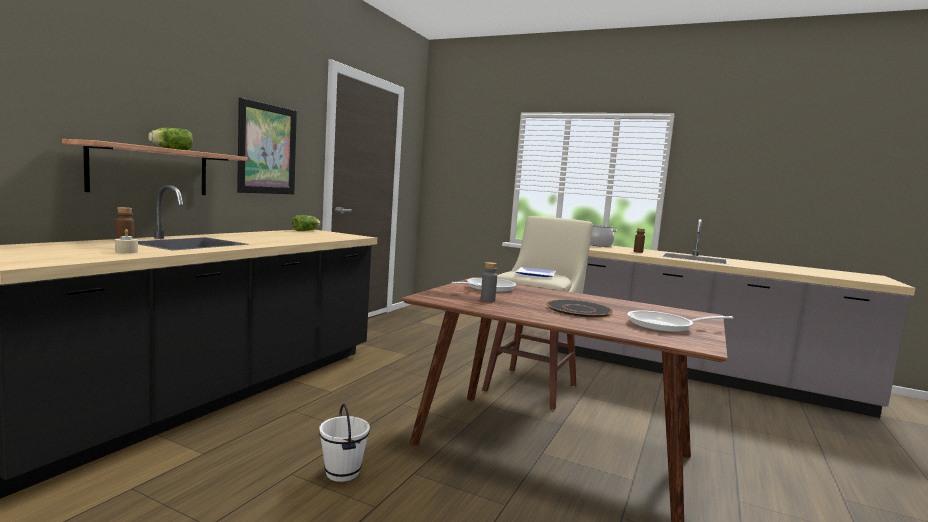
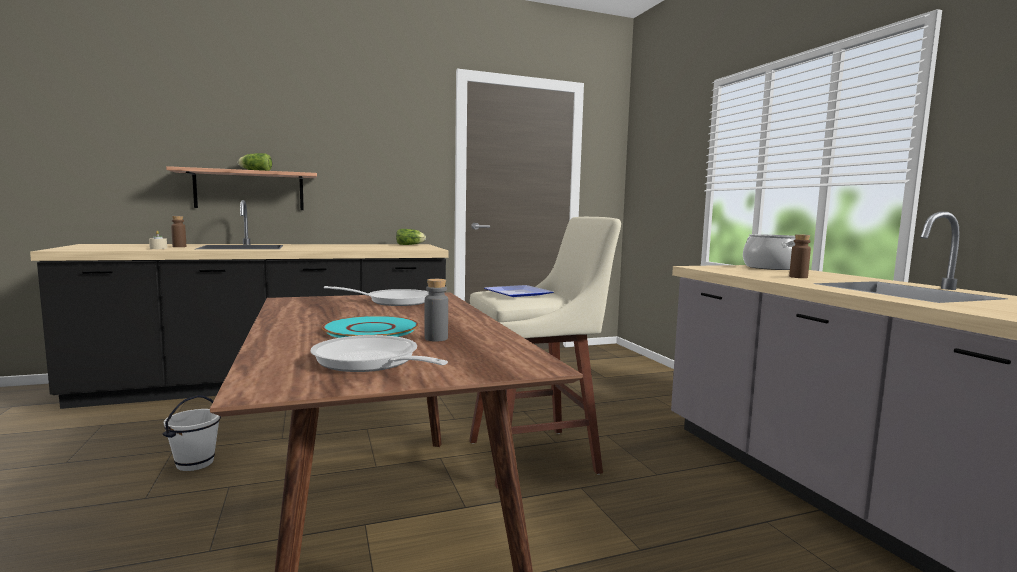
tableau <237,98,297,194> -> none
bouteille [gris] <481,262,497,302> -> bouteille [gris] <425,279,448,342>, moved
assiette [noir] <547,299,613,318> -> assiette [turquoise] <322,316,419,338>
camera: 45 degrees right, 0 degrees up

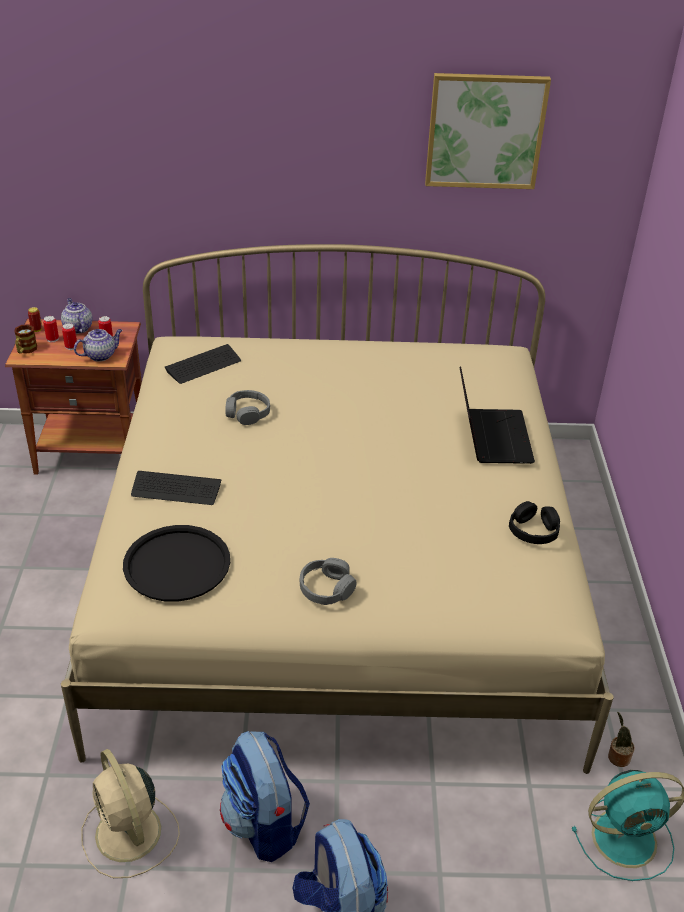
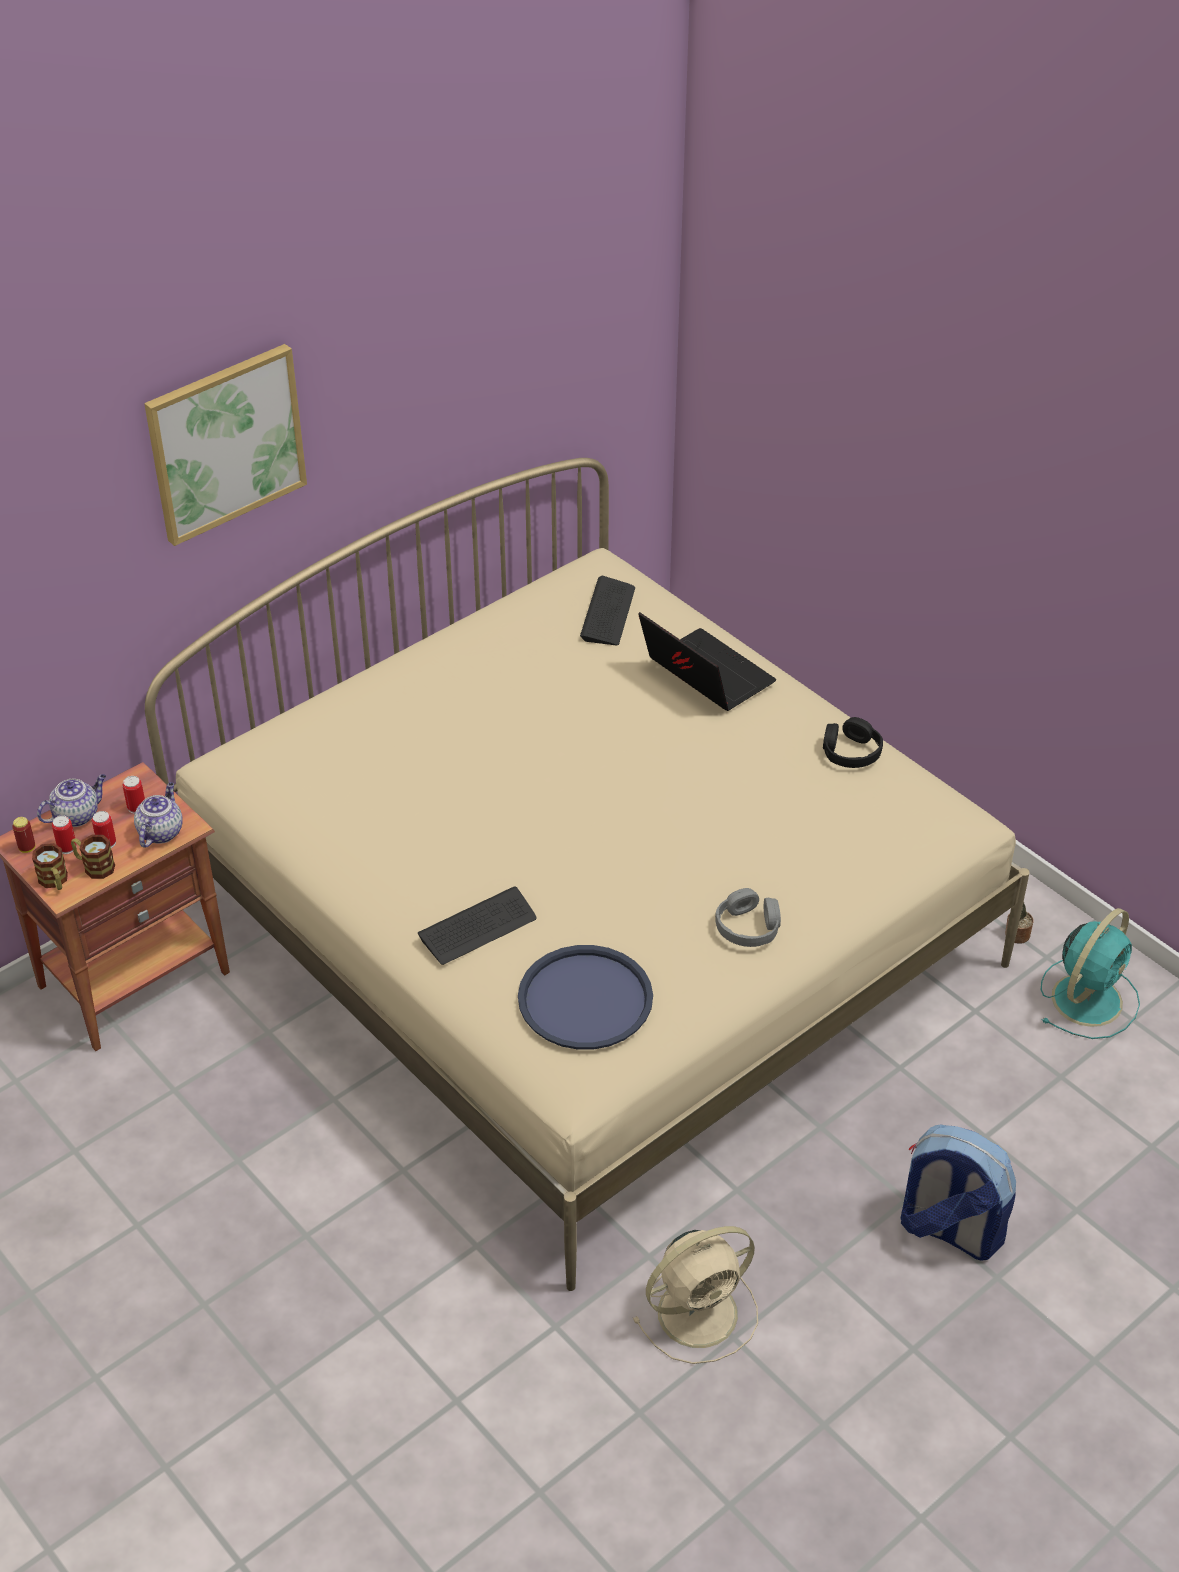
théière <61,298,93,334> -> théière <37,774,106,827>, 120 degrees clockwise
ventilateur [beige] <81,749,180,878> -> ventilateur [beige] <633,1226,758,1364>, 45 degrees counterclockwise
plateau [noir] <123,525,230,602> -> plateau [bleu] <518,945,653,1050>
clavier <165,344,241,384> -> clavier <580,576,635,646>, moved
sac à dos <220,730,310,862> -> none
casque audio [gris] <225,390,270,425> -> none
tableau <425,73,551,189> -> tableau <144,344,307,546>, moved
none -> mug <71,835,115,879>
camera: 40 degrees left, 5 degrees up

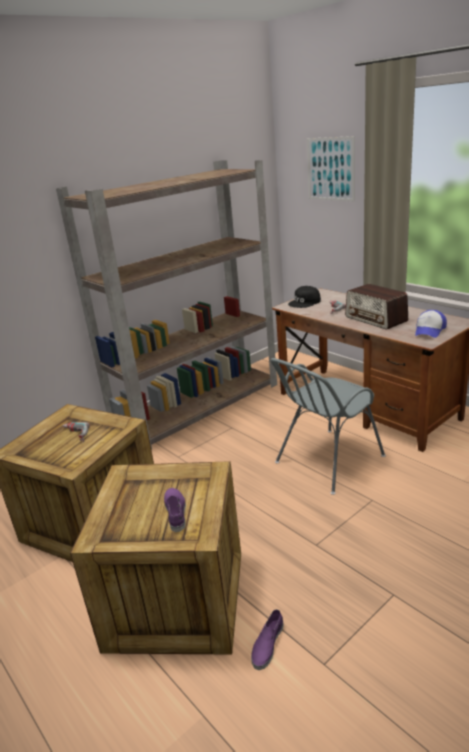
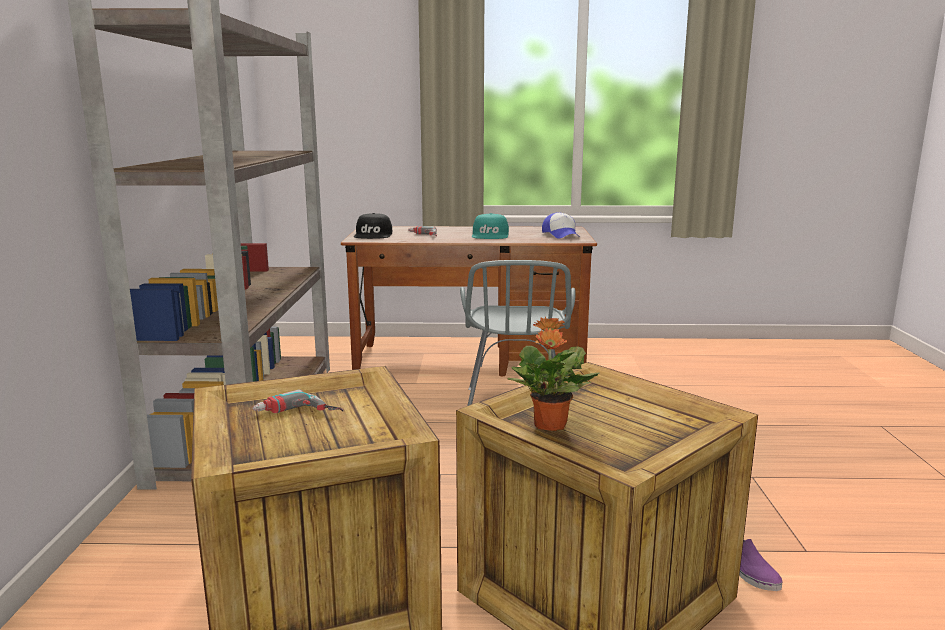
chaussure [violet] <164,488,186,532> -> none
tableau <307,136,355,201> -> none
radio <345,284,408,330> -> casquette [turquoise] <472,213,509,239>
none -> plante en pot <508,317,600,431>
camera: 50 degrees left, 10 degrees down

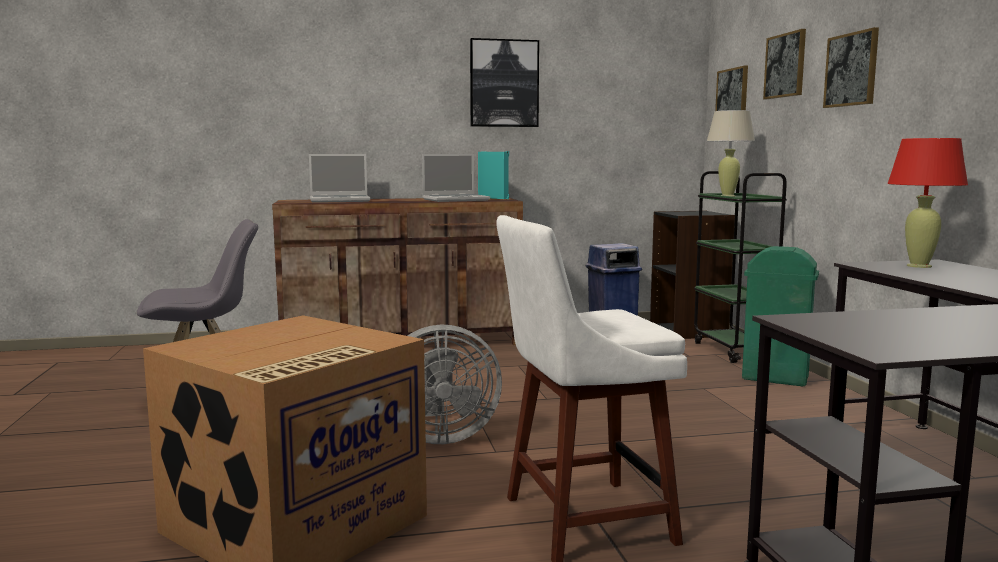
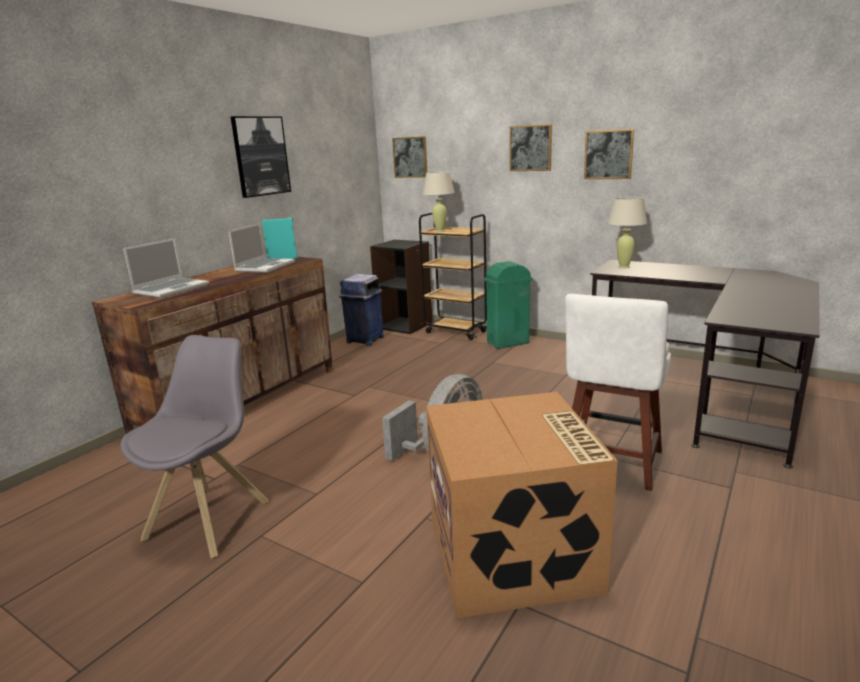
chariot [vert] <694,171,787,363> -> chariot [marron] <419,213,487,341>
tableau <763,29,806,99> -> tableau <584,129,634,179>, moved
lampe de table [rouge] <888,138,968,268> -> lampe de table [beige] <607,197,647,268>
camera: 45 degrees left, 10 degrees up

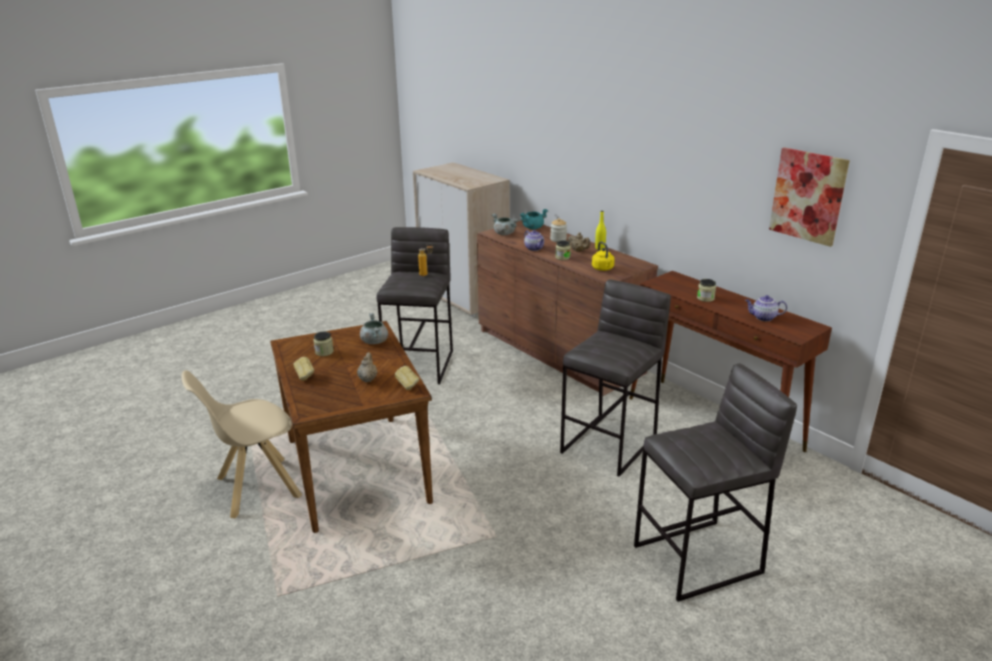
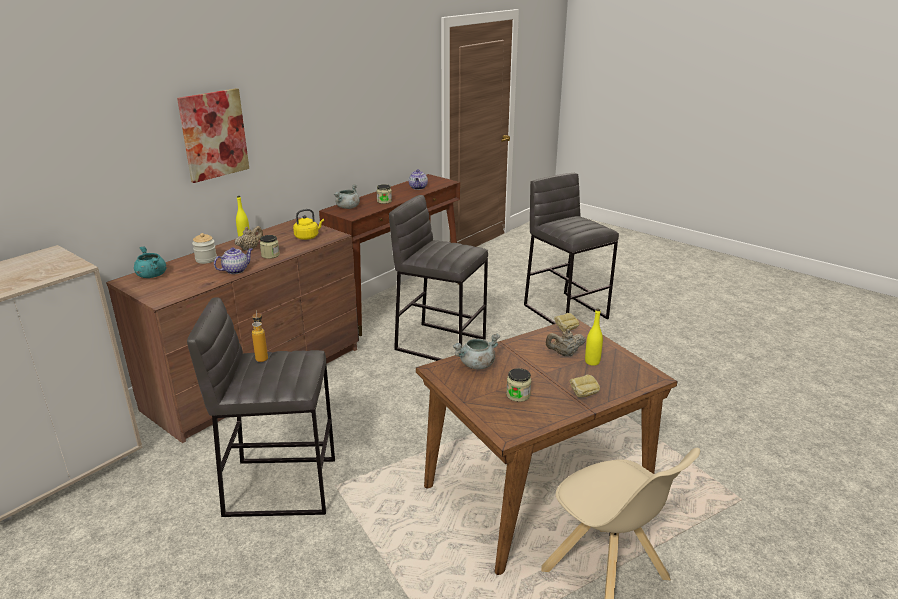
marmite [gris] <492,213,519,235> -> marmite [gris] <334,184,360,209>, moved
tableau <769,147,850,247> -> tableau <177,88,249,183>, moved
none -> bouteille [jaune] <585,309,603,366>
camera: 100 degrees left, 0 degrees up

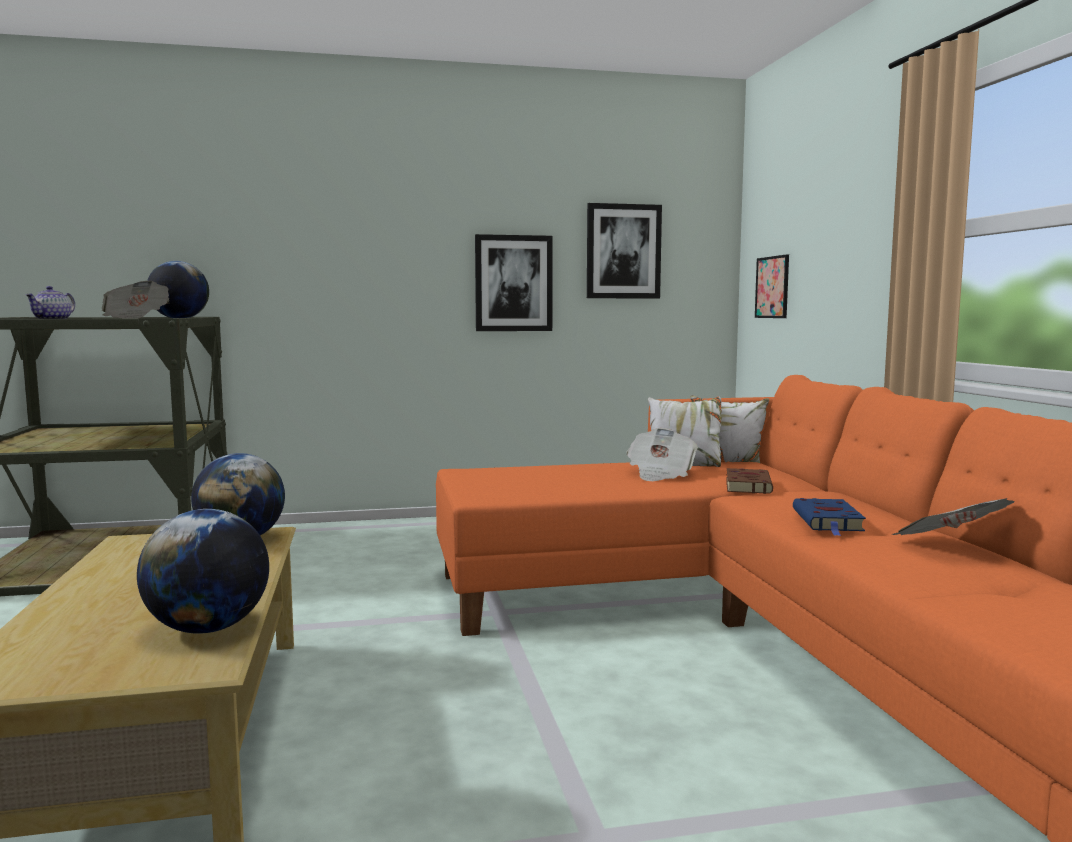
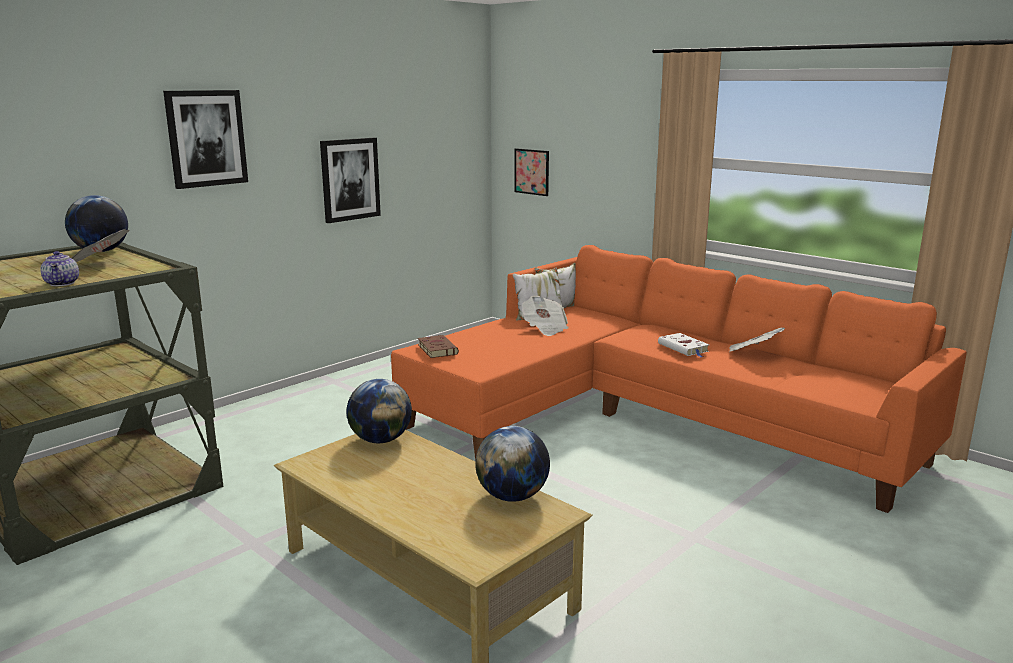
tableau <587,203,662,299> -> tableau <163,90,248,189>, moved
livre [marron] <726,468,773,494> -> livre [marron] <418,335,459,358>, moved
livre [bleu] <793,498,866,536> -> livre [blanc] <658,333,709,357>
camera: 35 degrees left, 10 degrees up

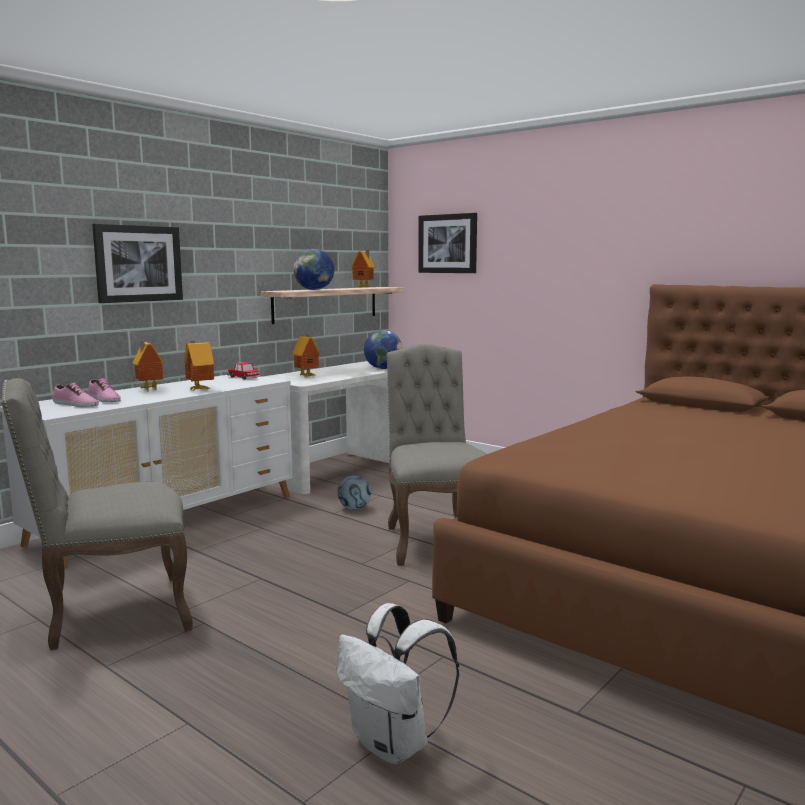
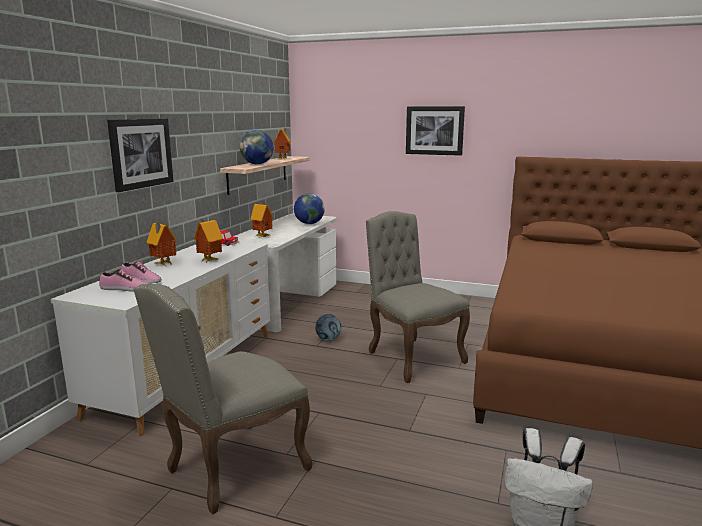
tableau <418,213,477,273> -> tableau <406,106,465,156>, moved
camera: 20 degrees left, 5 degrees up

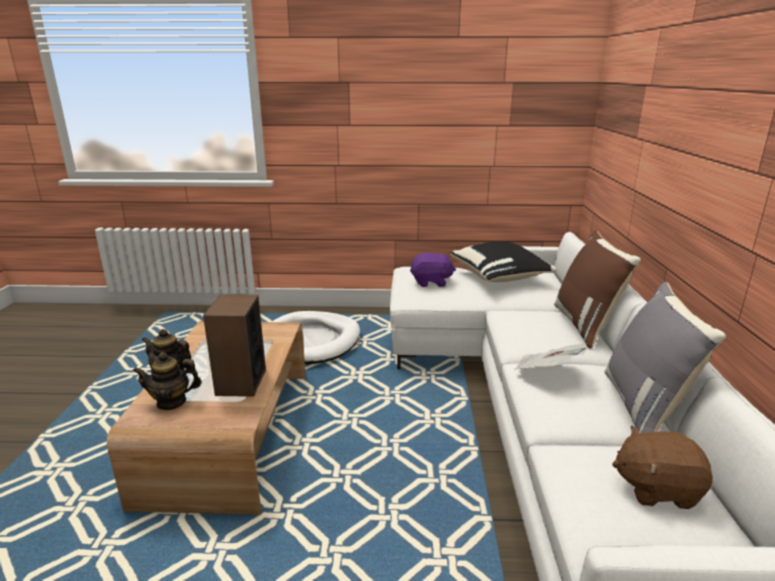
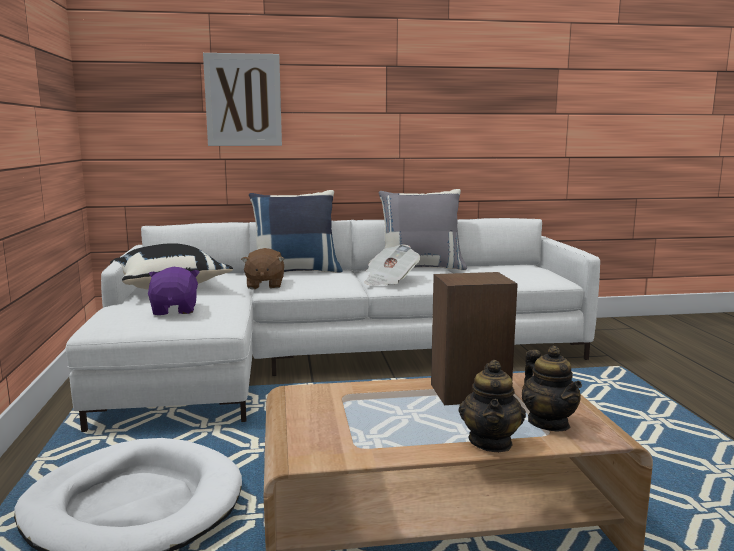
coussin [marron] <554,230,641,349> -> coussin [bleu] <249,190,343,273>
peluche [marron] <612,426,713,509> -> peluche [marron] <241,248,284,289>, moved
none -> tableau <203,53,282,146>
camera: 100 degrees left, 10 degrees down

